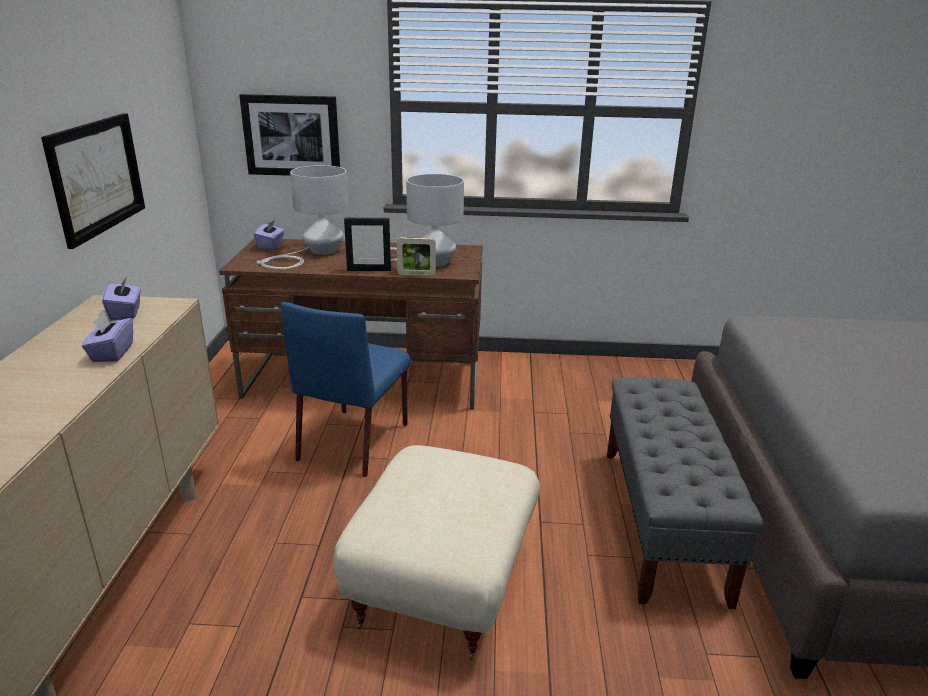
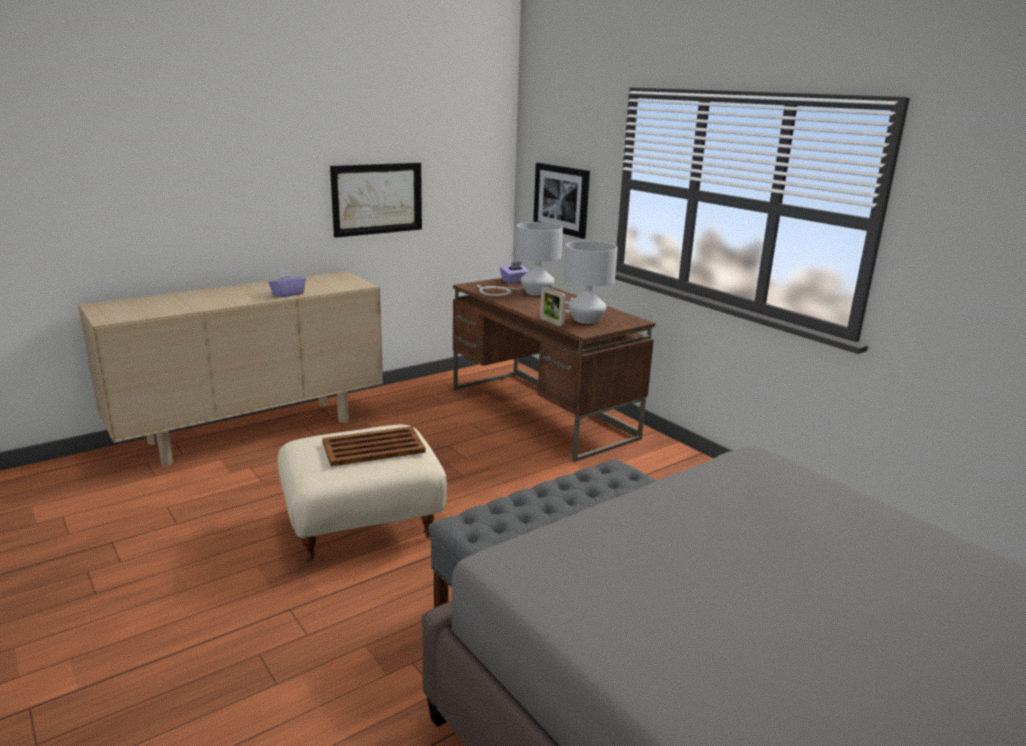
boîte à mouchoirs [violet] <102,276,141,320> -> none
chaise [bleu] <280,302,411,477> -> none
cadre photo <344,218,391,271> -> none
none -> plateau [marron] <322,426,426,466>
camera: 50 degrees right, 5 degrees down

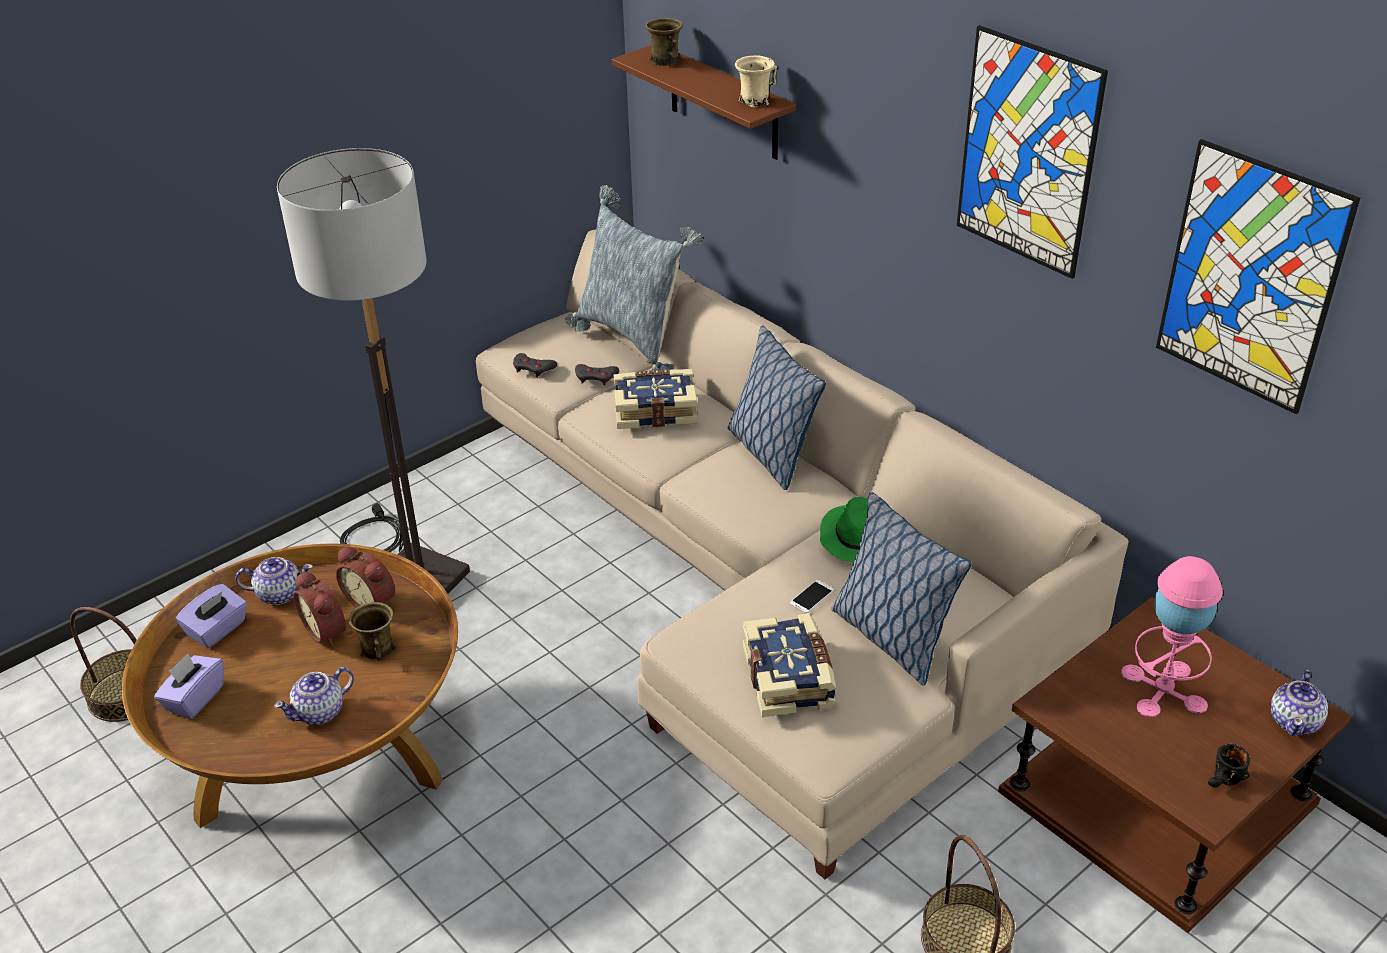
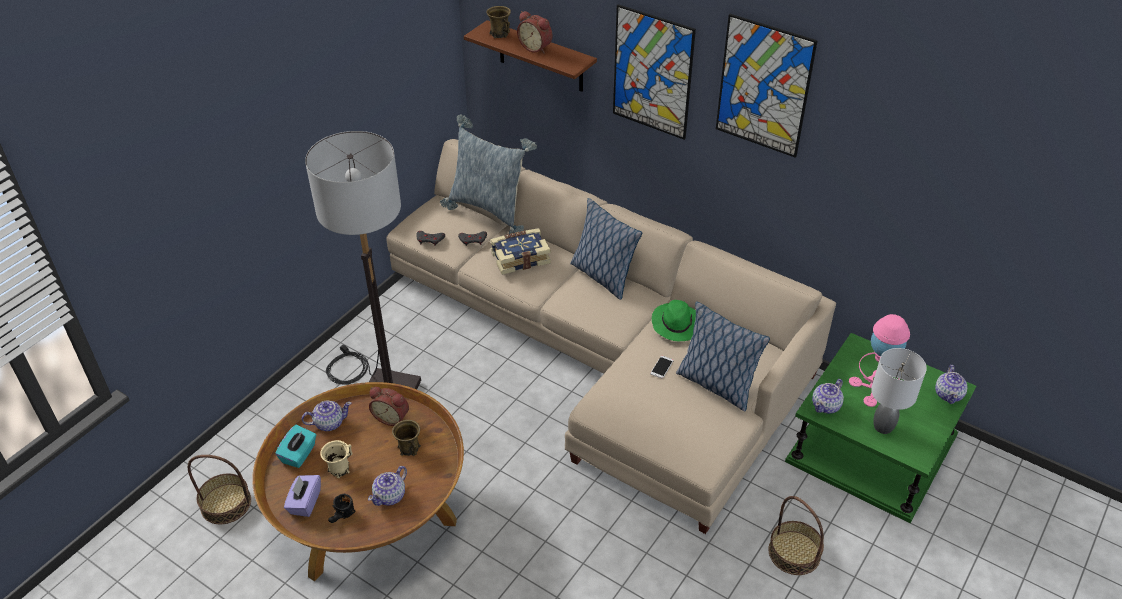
boîte à mouchoirs [violet] <176,583,247,648> -> boîte à mouchoirs [turquoise] <275,425,316,468>
réveil <293,571,346,647> -> réveil <517,11,552,53>, moved
mug [beige] <735,56,777,108> -> mug [beige] <320,440,353,478>, moved
livre <743,613,836,717> -> none
table d'appoint [marron] <998,597,1351,933> -> table d'appoint [vert] <785,333,976,523>
tableau <1156,139,1360,414> -> tableau <613,4,696,140>, moved
mug [noir] <1208,744,1250,788> -> mug [noir] <328,494,355,523>, moved
none -> théière <812,379,844,414>
none -> lampe de table [gris] <871,348,927,434>
camera: 15 degrees left, 5 degrees up

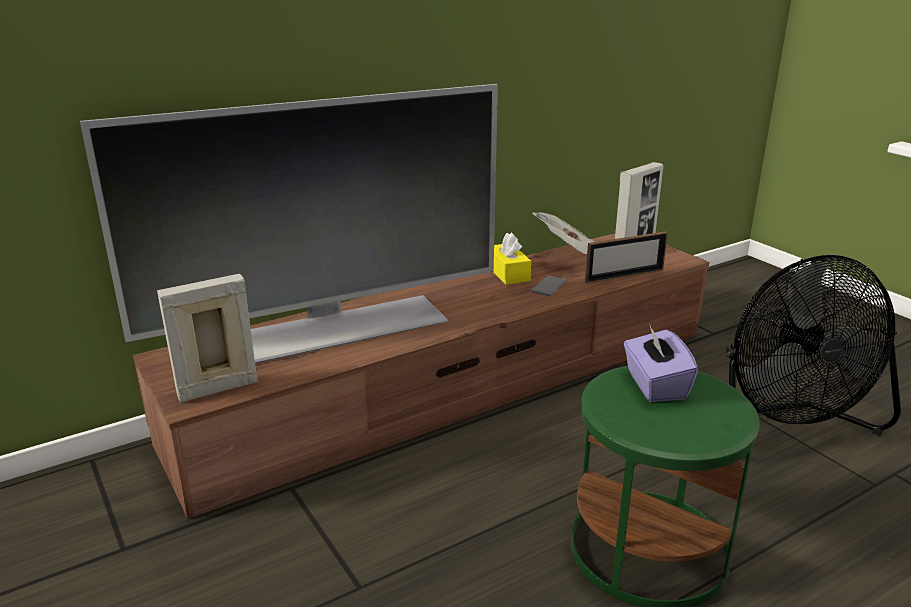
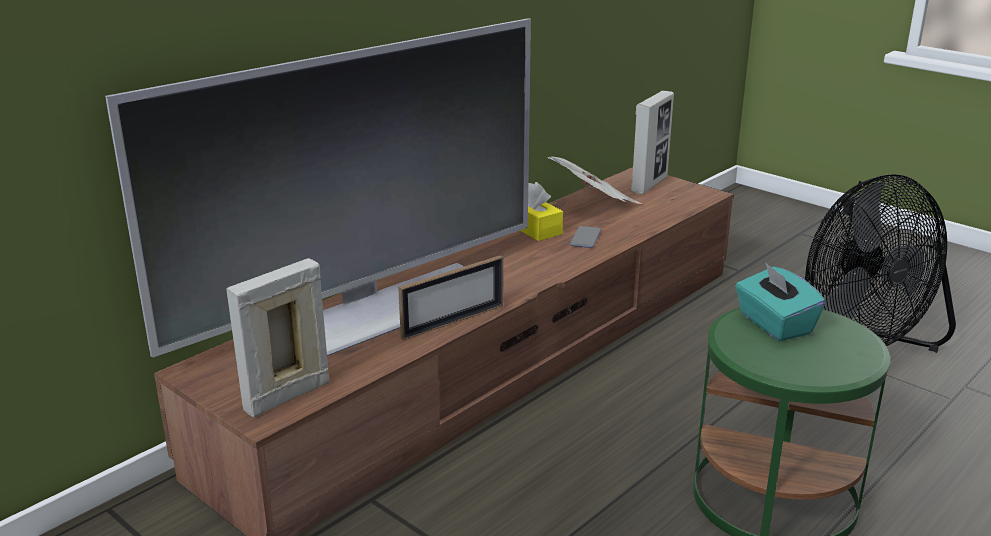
cadre photo <585,231,668,283> -> cadre photo <398,255,503,340>, moved
boîte à mouchoirs [violet] <624,324,698,402> -> boîte à mouchoirs [turquoise] <735,262,825,341>
camera: 15 degrees left, 0 degrees up

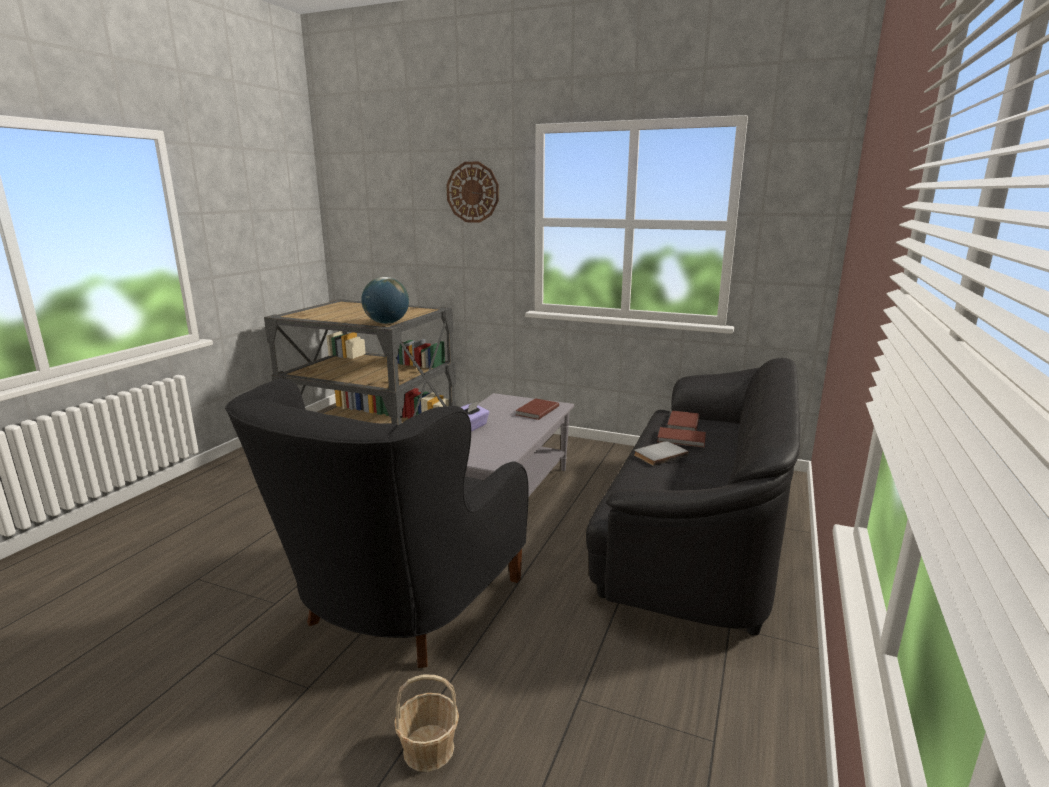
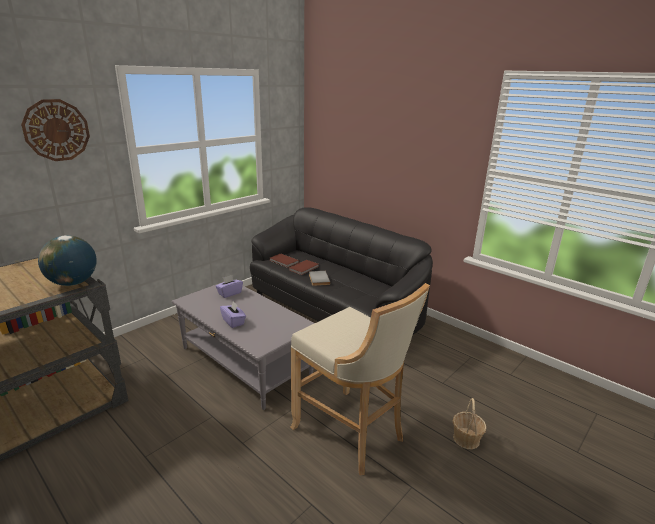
fauteuil [noir] <225,378,529,668> -> tabouret [beige] <290,283,430,475>
livre [marron] <515,398,559,420> -> boîte à mouchoirs [violet] <216,275,243,298>
camera: 70 degrees left, 5 degrees up

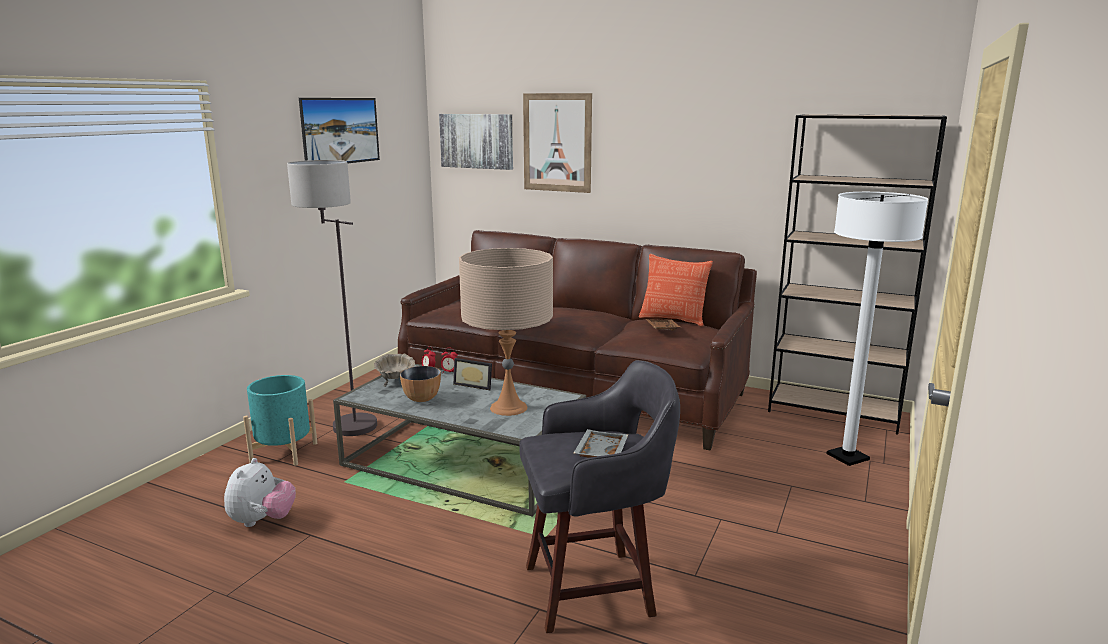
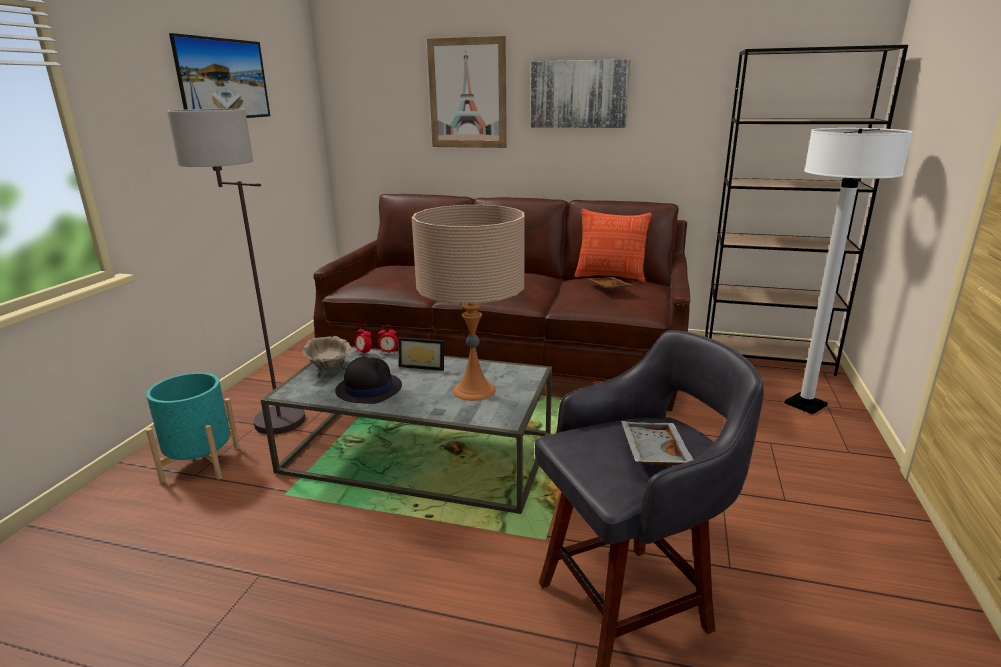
peluche <224,458,296,527> -> none
bol <400,366,441,402> -> chapeau [noir] <335,356,402,404>
tableau <439,114,513,170> -> tableau <531,59,630,128>, moved
camera: 10 degrees left, 5 degrees up

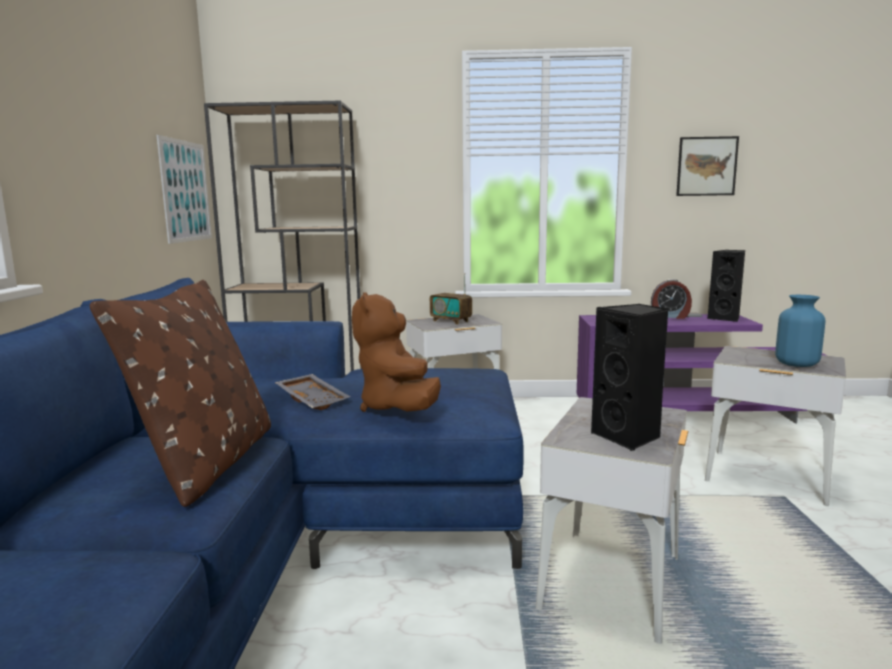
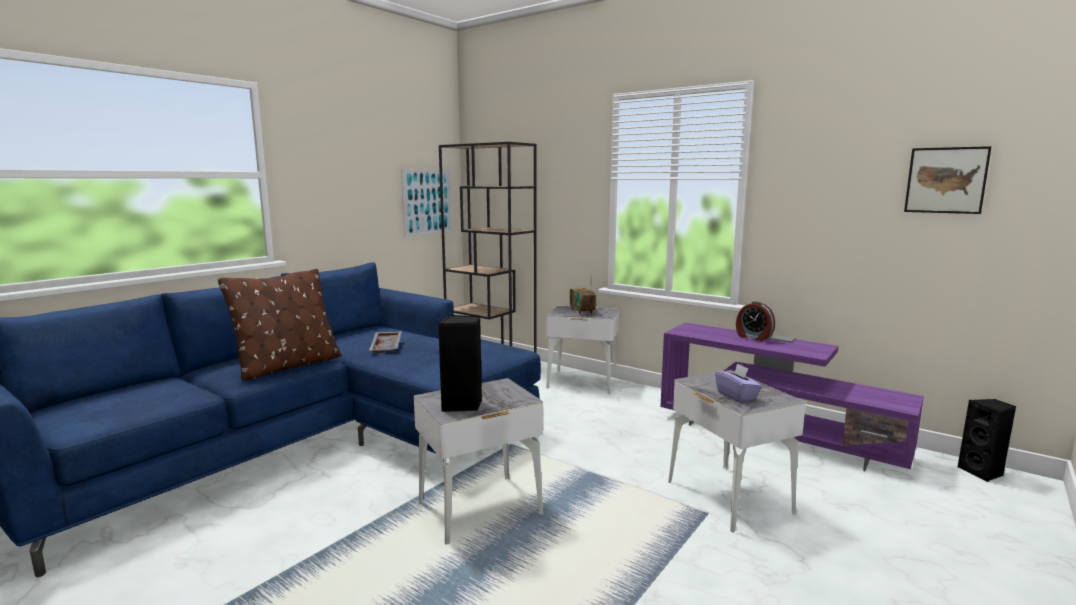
peluche [marron] <352,292,441,412> -> none
tableau <676,136,739,196> -> tableau <904,146,992,214>, moved
enceinte [noir] <707,250,745,322> -> enceinte [noir] <957,399,1016,482>, moved
vase [bleu] <775,295,825,367> -> boîte à mouchoirs [violet] <715,363,762,403>
camera: 35 degrees right, 0 degrees up

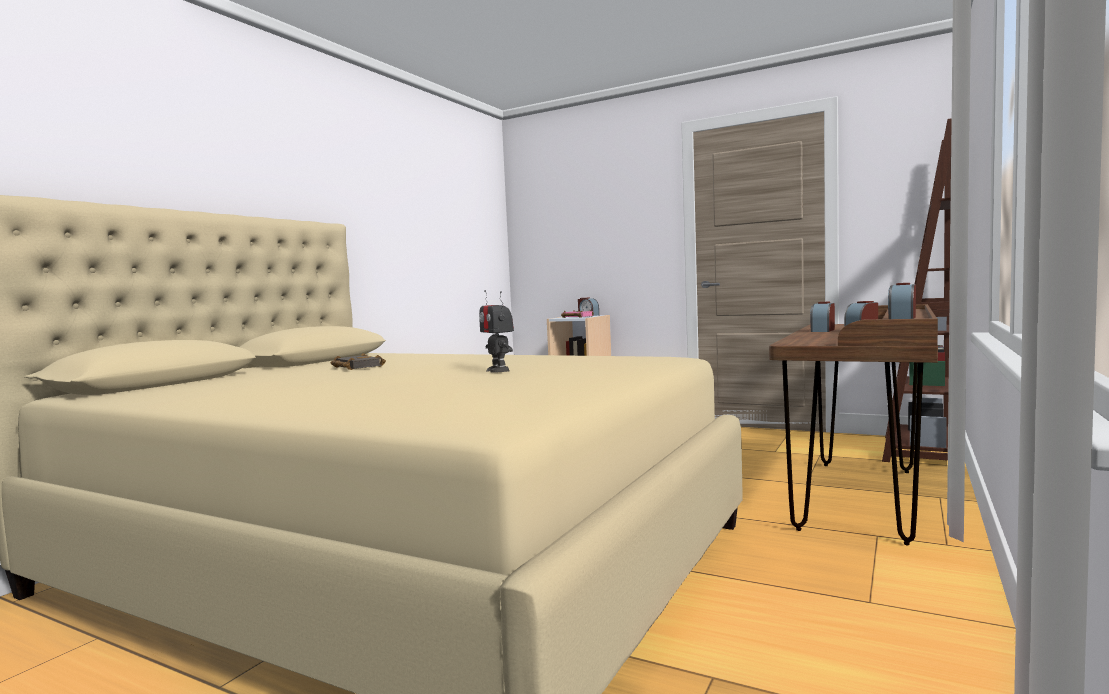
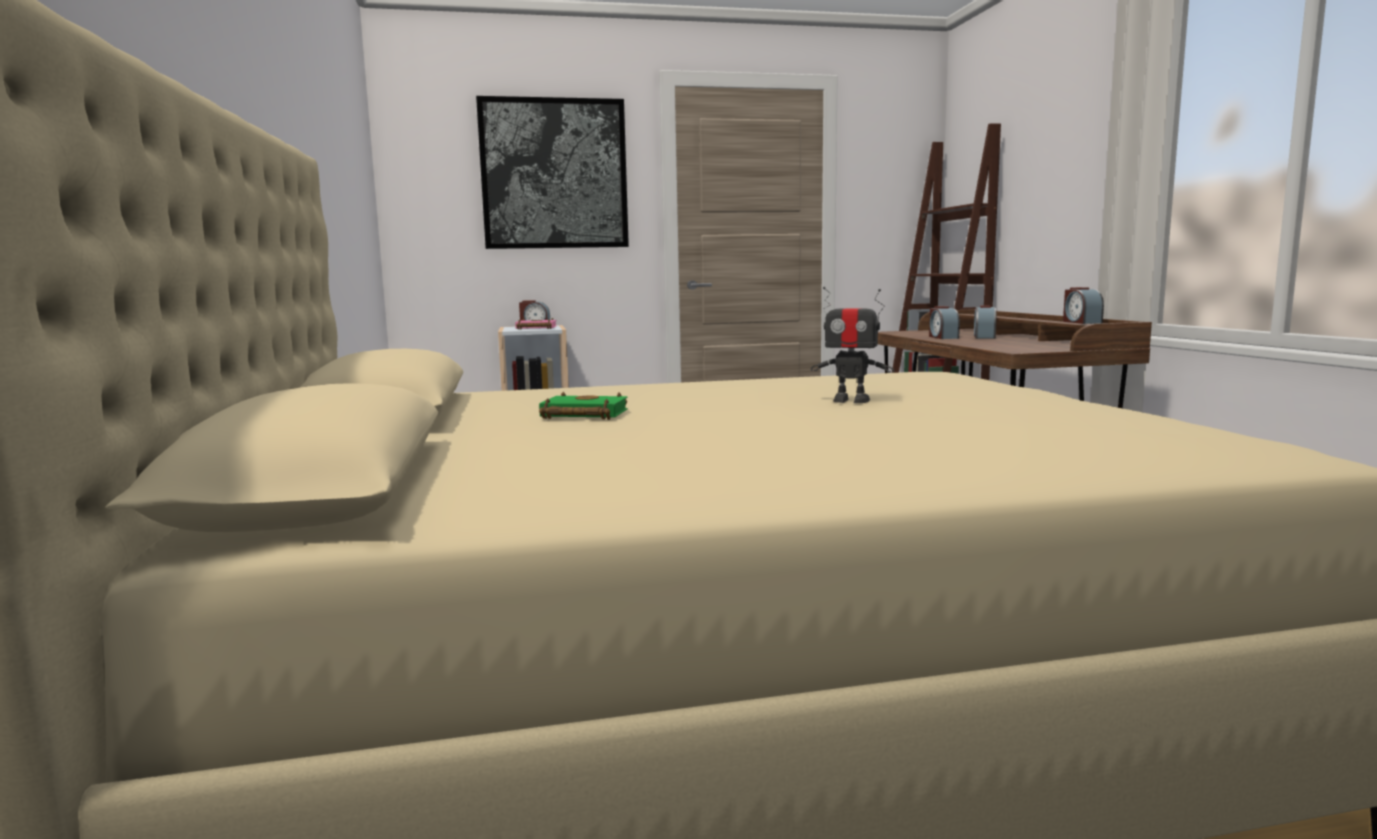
livre [noir] <331,353,386,370> -> livre [vert] <539,392,628,420>
none -> tableau <476,96,629,249>
camera: 40 degrees left, 5 degrees up

